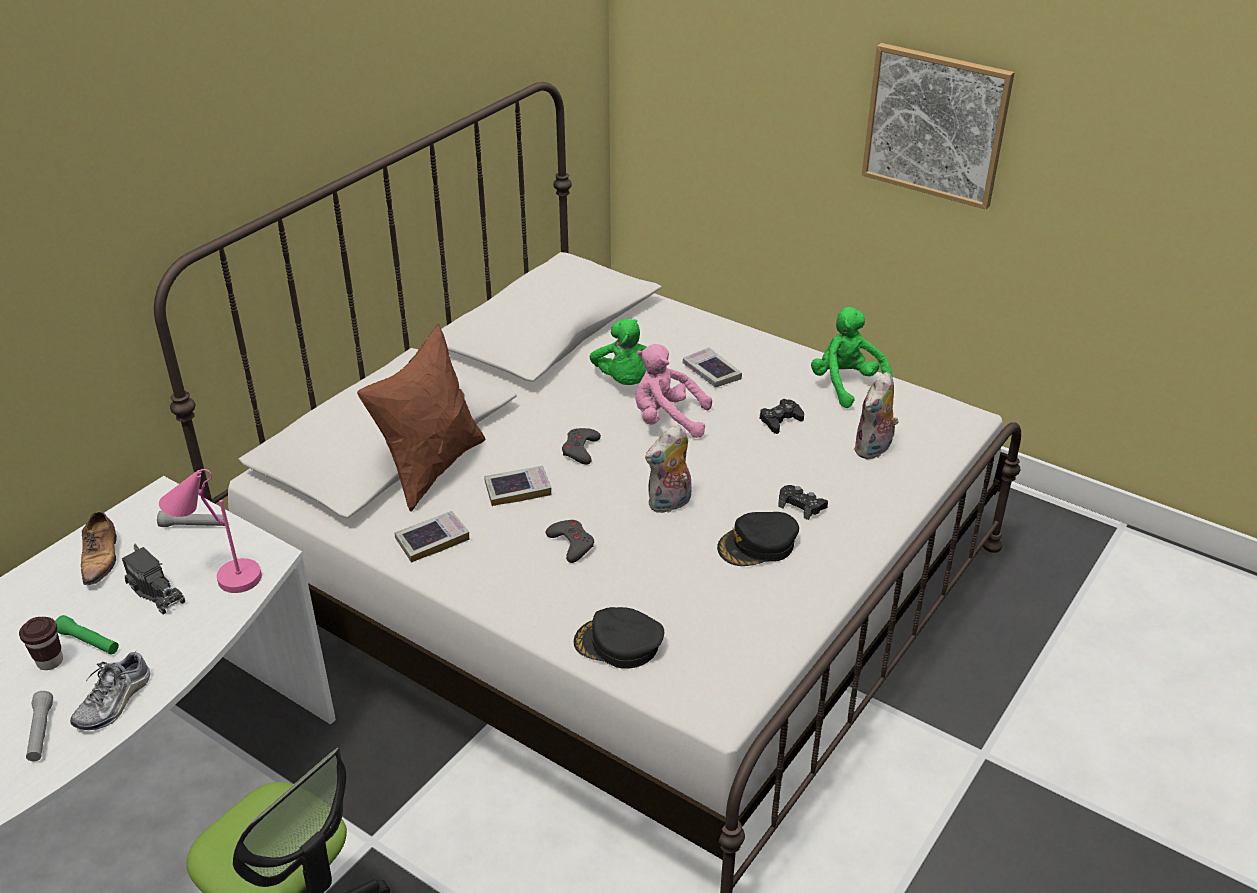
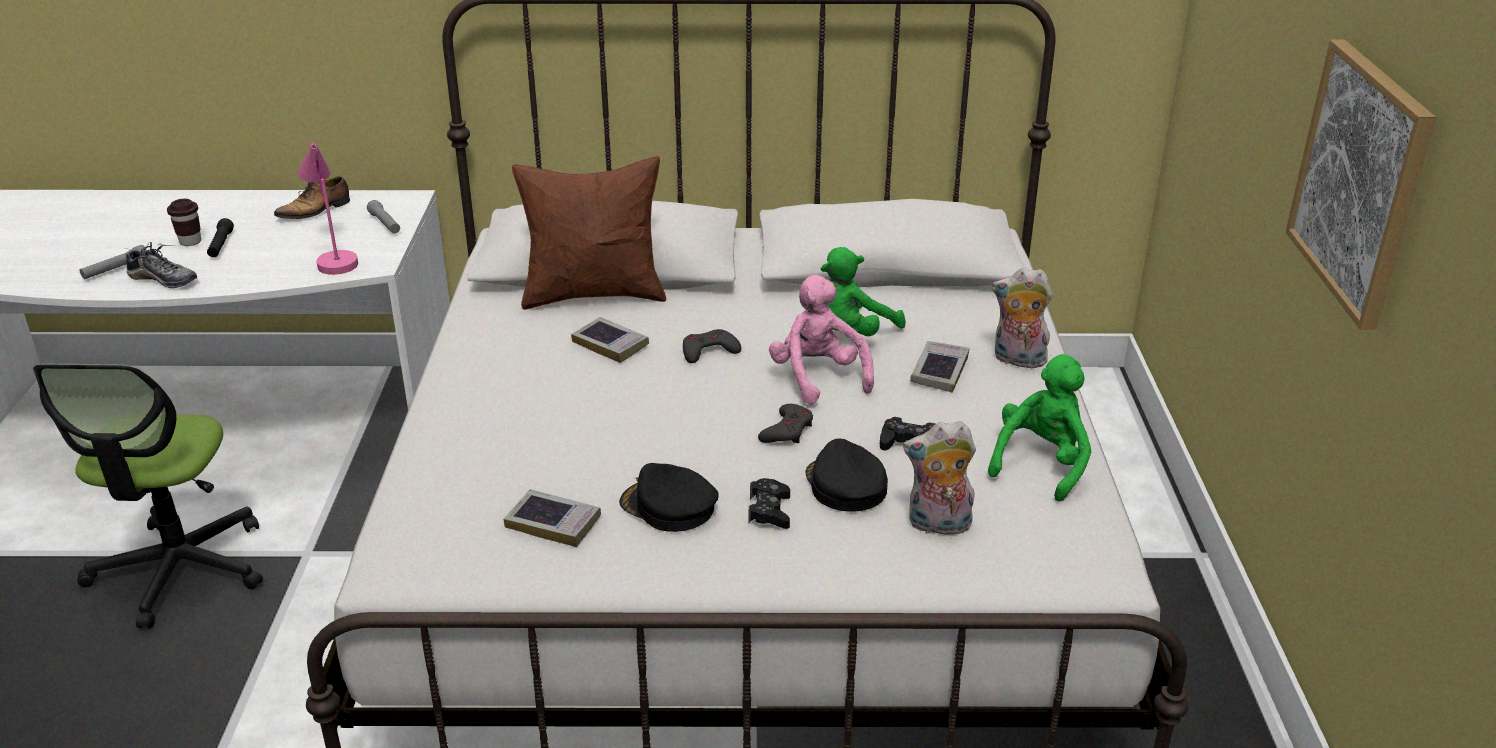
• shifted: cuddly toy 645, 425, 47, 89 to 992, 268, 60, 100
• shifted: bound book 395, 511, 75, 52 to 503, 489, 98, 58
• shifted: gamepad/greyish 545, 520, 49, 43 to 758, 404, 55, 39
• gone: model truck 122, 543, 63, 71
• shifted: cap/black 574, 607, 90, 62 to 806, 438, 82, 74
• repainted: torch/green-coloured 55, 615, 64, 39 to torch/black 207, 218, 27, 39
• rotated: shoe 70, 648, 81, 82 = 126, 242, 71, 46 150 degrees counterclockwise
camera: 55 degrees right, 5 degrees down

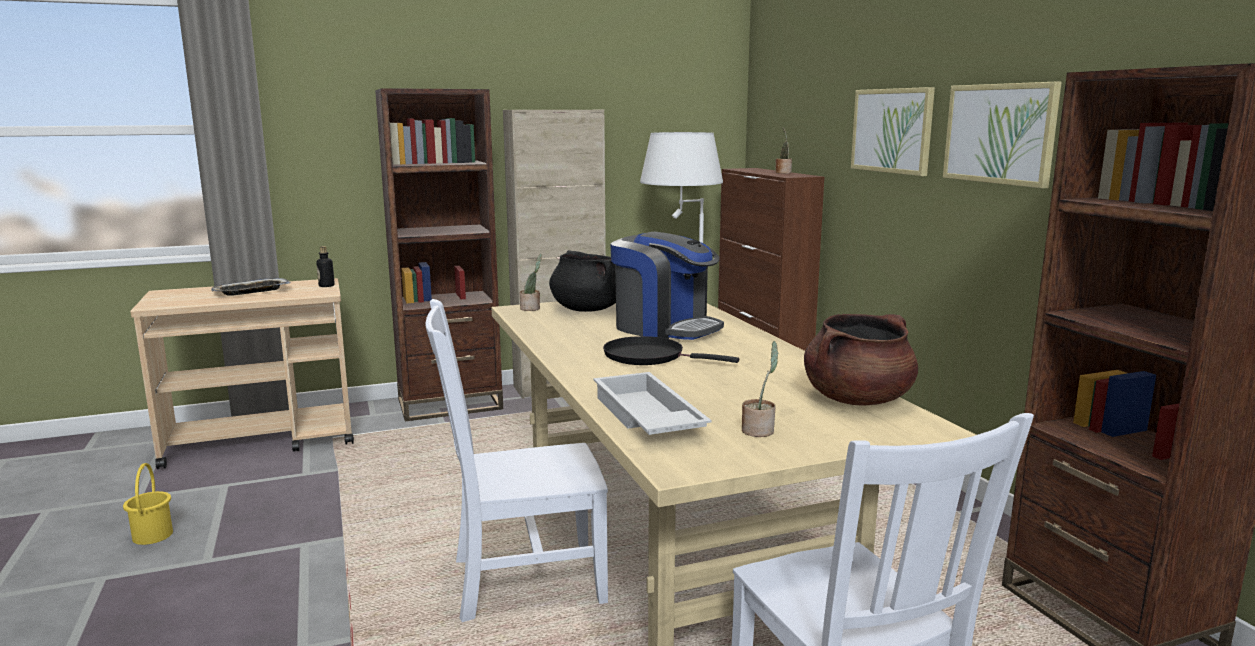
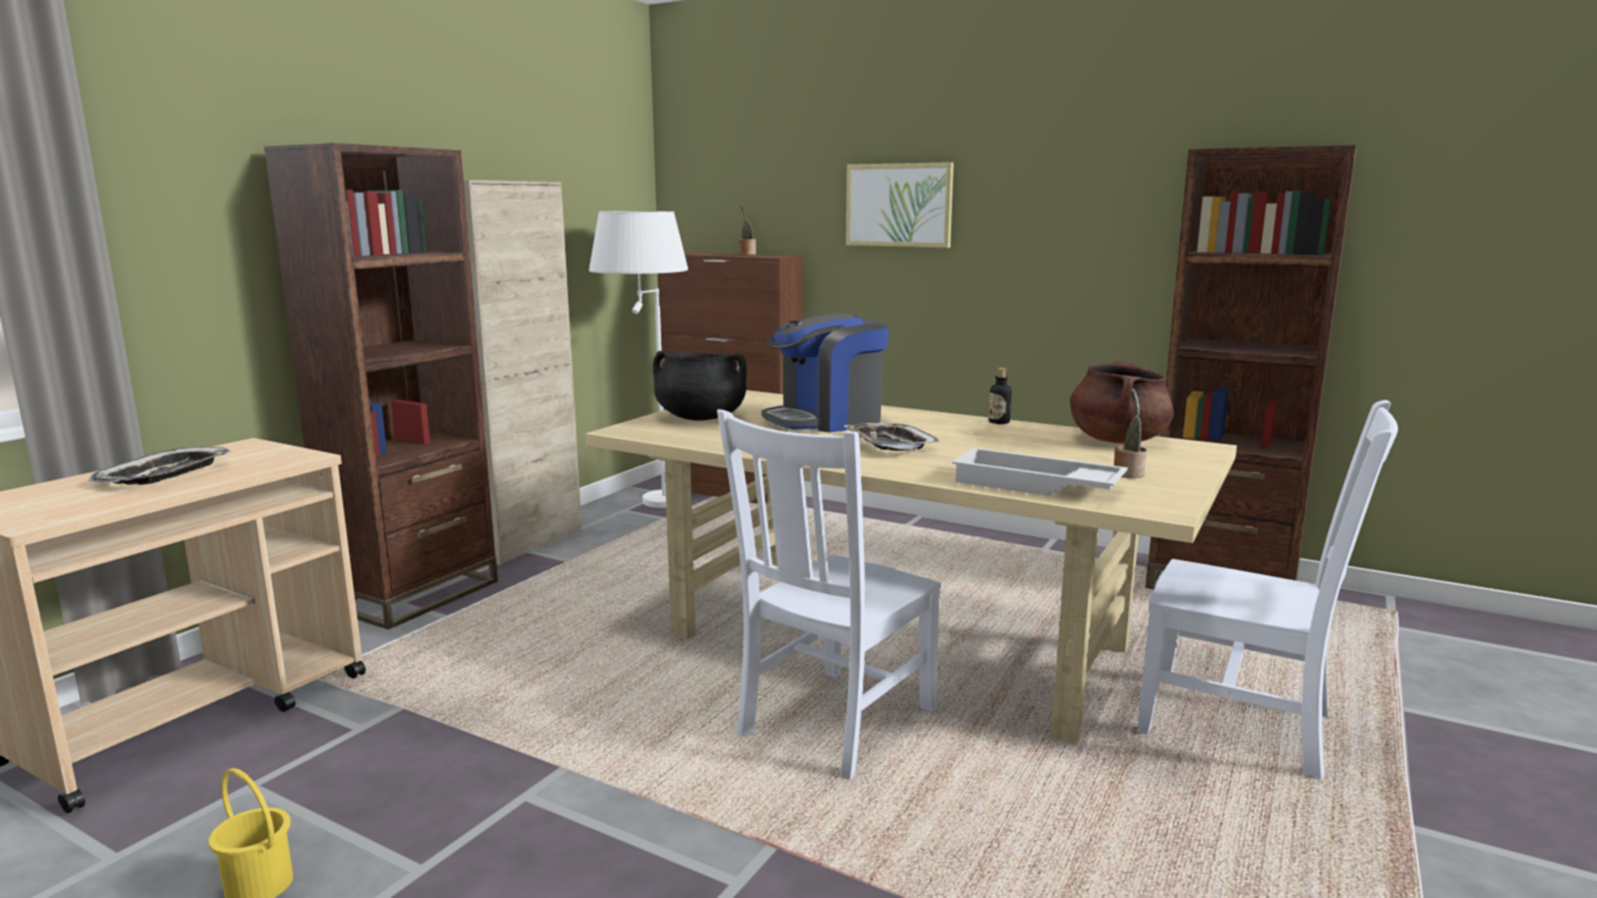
• gone: wall picture 943, 82, 119, 106
• rotated: coffee brewer 610, 232, 114, 108 = 762, 313, 126, 120 150 degrees clockwise
• shifted: bottle 316, 246, 19, 41 to 989, 368, 23, 56
• gone: potted plant 520, 254, 22, 57
• swapped: frying pan/black 603, 336, 136, 29 to carrying tray 844, 423, 96, 28
camera: 40 degrees left, 0 degrees up

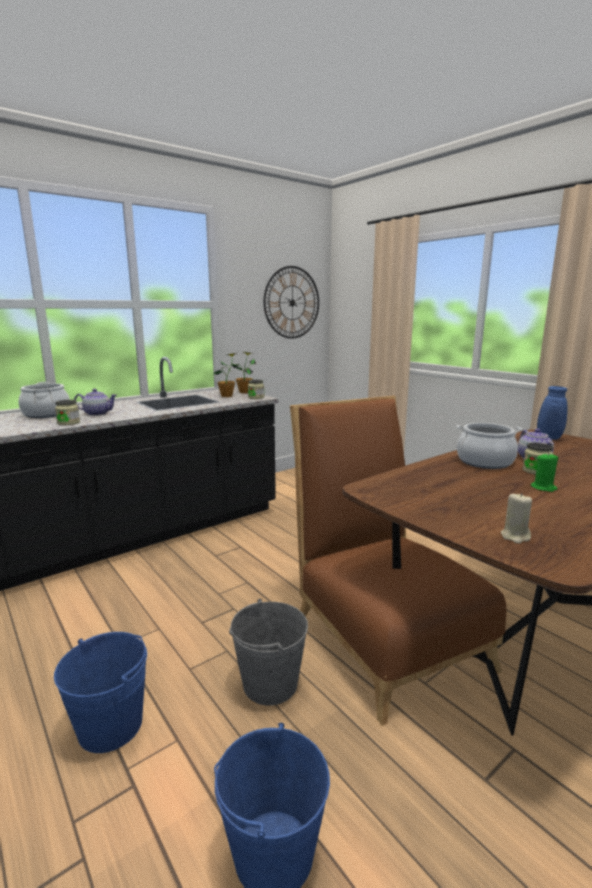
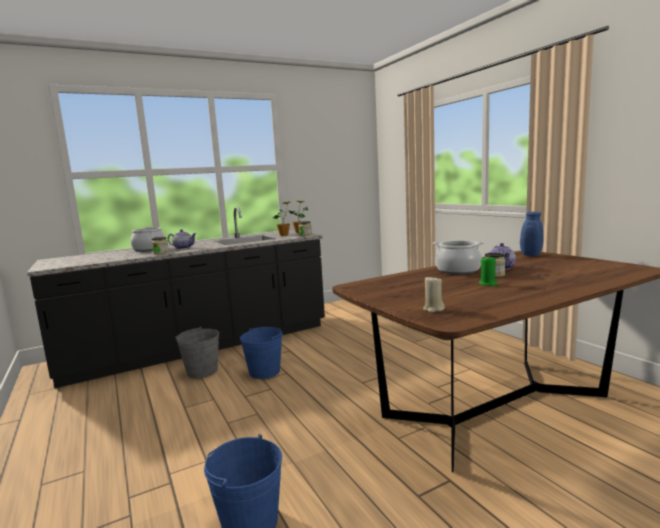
• gone: hanging clock 263, 266, 56, 73
• gone: upright chair/brownish 290, 396, 216, 330
• shifted: pail/greyish 229, 599, 79, 107 to 175, 327, 44, 51
• shifted: pail/blue-coloured 54, 632, 93, 121 to 240, 327, 43, 52
camera: 10 degrees right, 5 degrees down

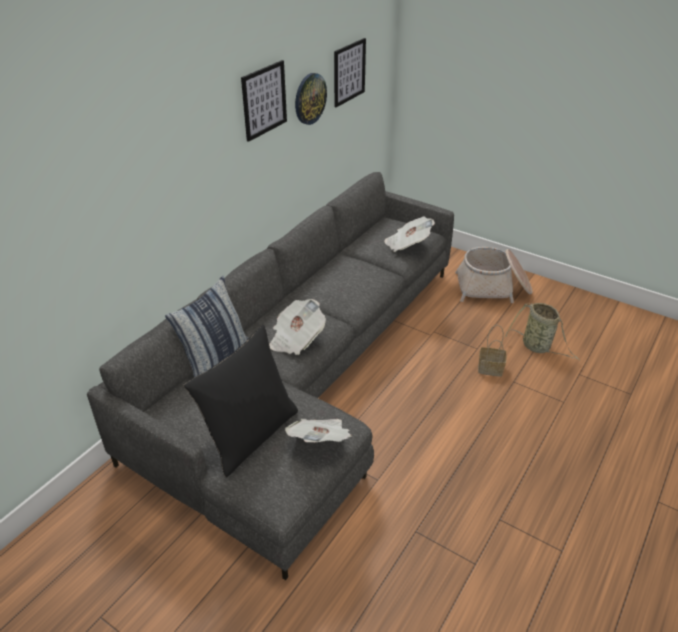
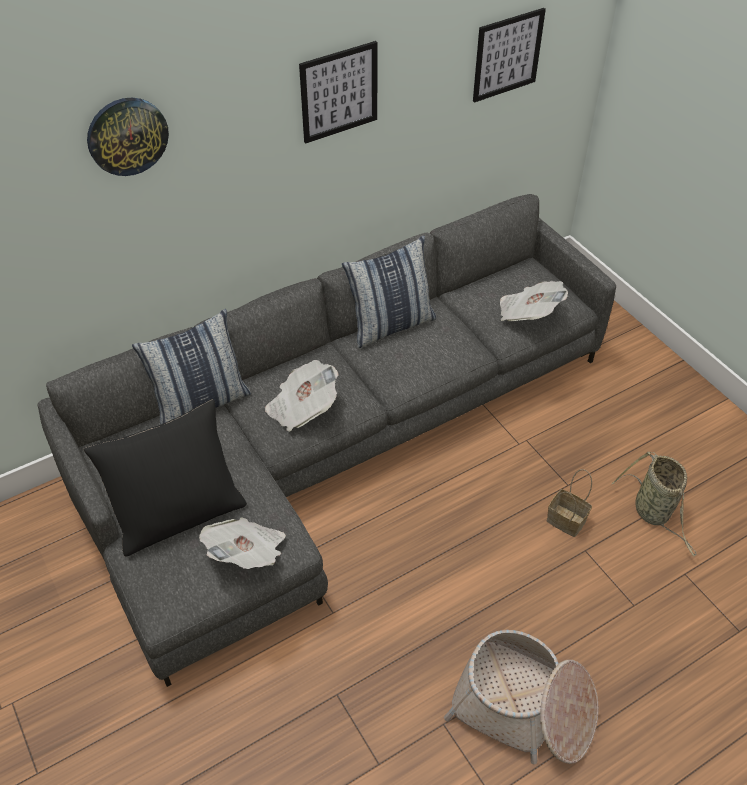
• shifted: hanging clock 295, 73, 32, 52 to 87, 98, 82, 78
• shifted: basket 455, 247, 77, 56 to 444, 630, 154, 134
• new: pillow 342, 236, 94, 112
camera: 25 degrees right, 10 degrees up

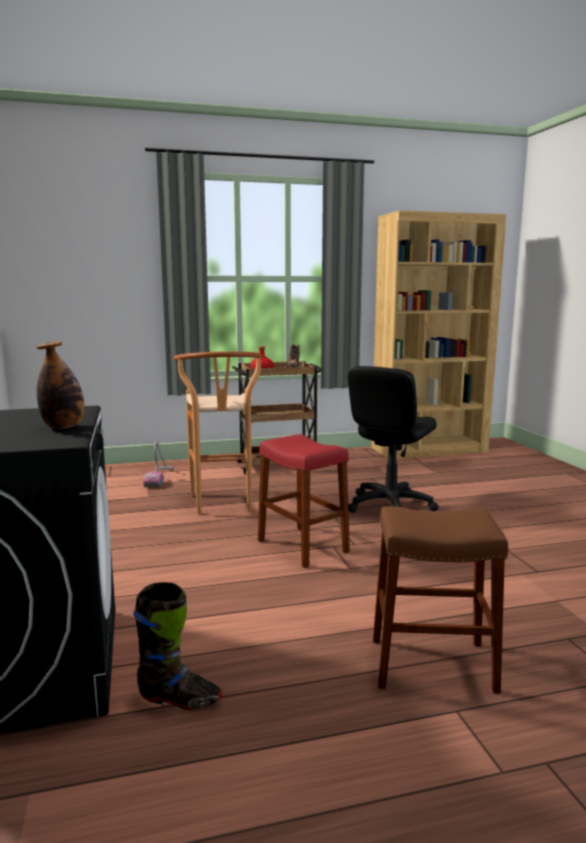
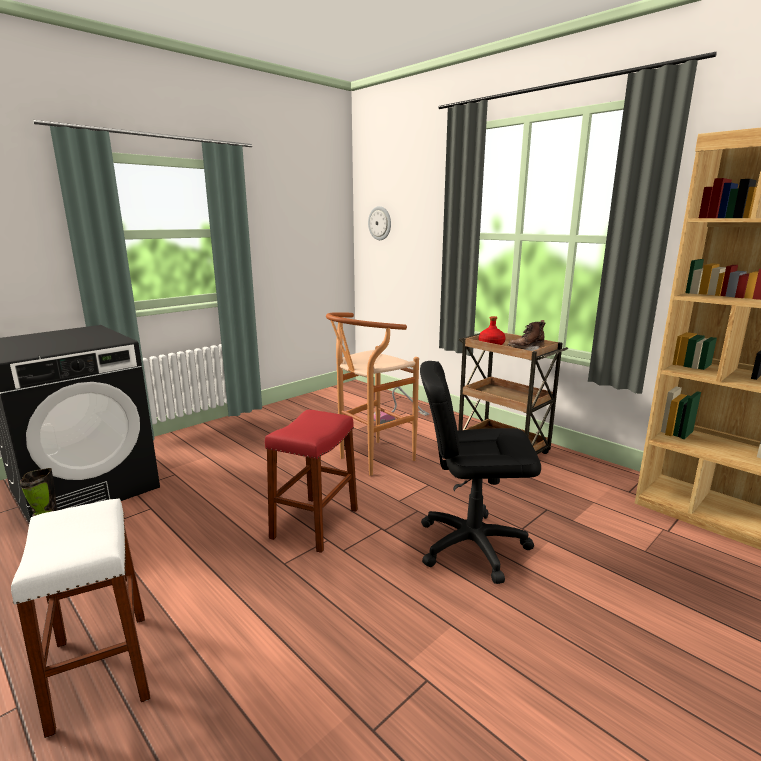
• gone: bottle 36, 341, 49, 88
• repainted: stool/brownish 373, 507, 135, 187 to stool/whitish 11, 499, 139, 239
• new: hanging clock 368, 206, 23, 34
camera: 60 degrees right, 5 degrees up

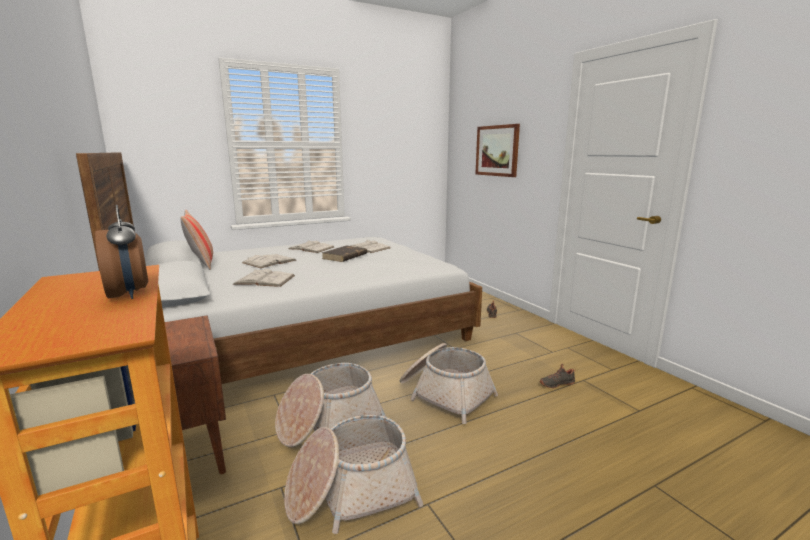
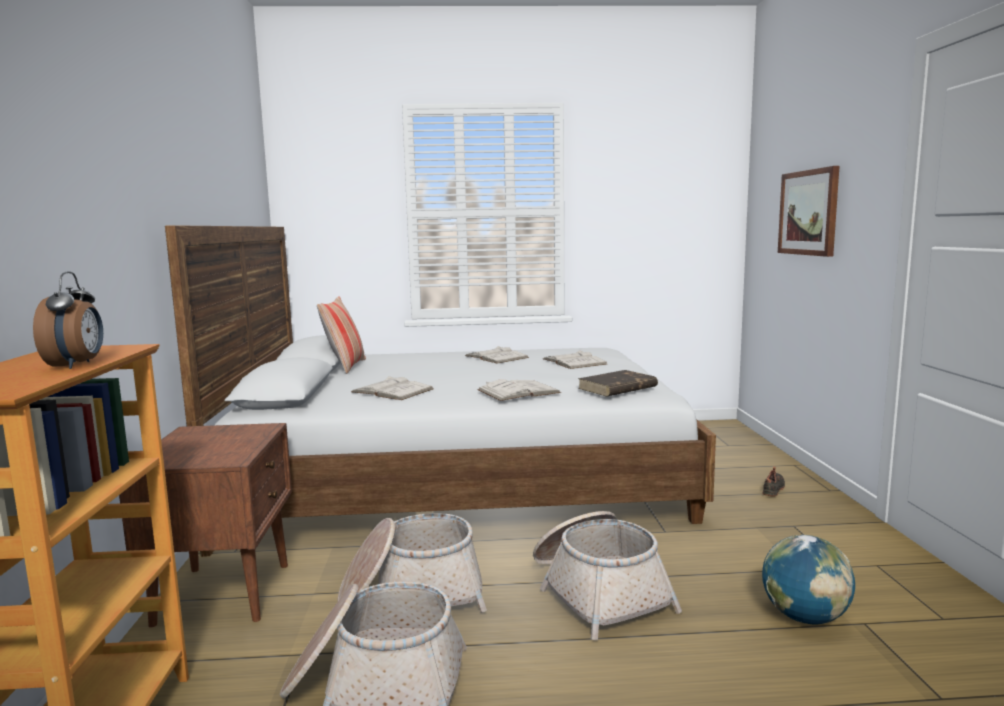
• shifted: bound book/brownish 322, 246, 46, 16 to 578, 370, 80, 26
• shifted: bound book/whitish 243, 254, 53, 14 to 477, 379, 84, 22
• swapped: shoe/black 540, 364, 36, 24 to globe 762, 535, 93, 89
camera: 25 degrees right, 5 degrees down

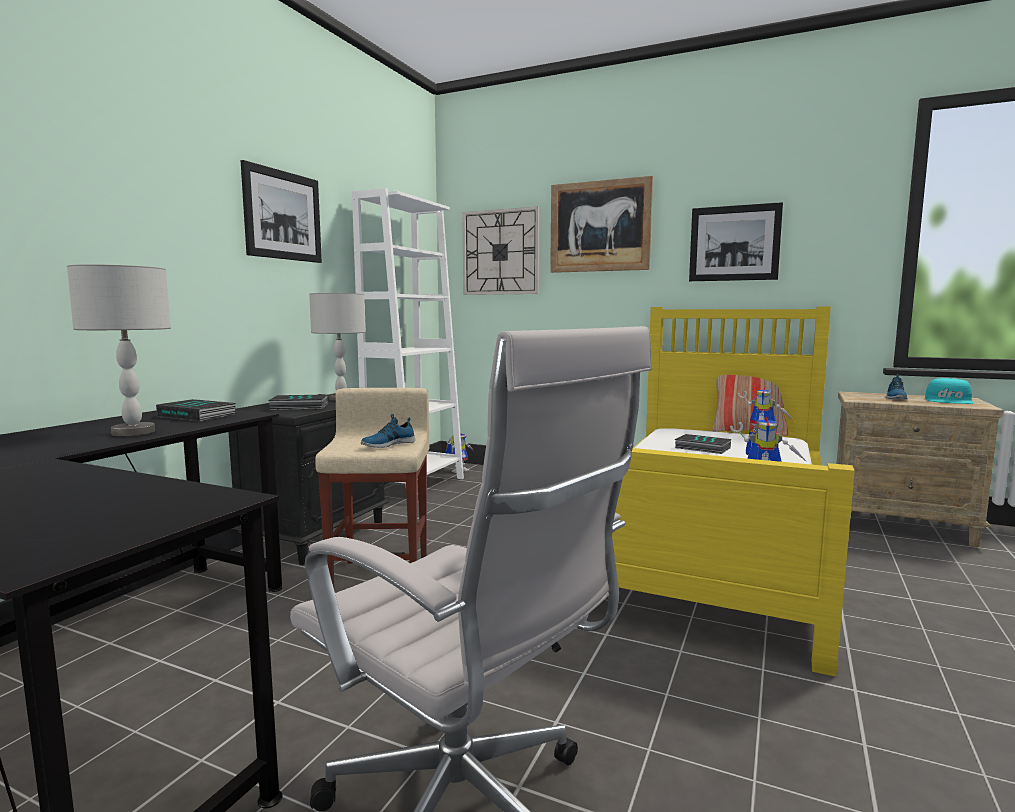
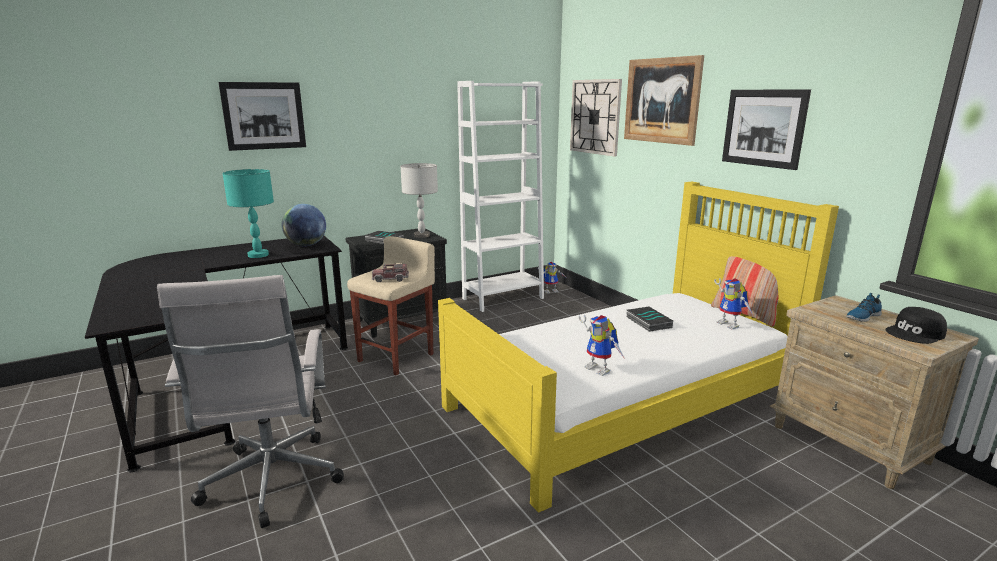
• shifted: wall picture 241, 160, 81, 103 to 218, 82, 88, 69
• repainted: lamp for a table/greyish 67, 264, 104, 172 to lamp for a table/turquoise 222, 169, 52, 89
• repainted: cap/turquoise 925, 378, 48, 26 to cap/black 886, 307, 61, 37
• swapped: bound book 156, 399, 80, 22 to globe 282, 204, 44, 42
• swapped: shoe 361, 414, 54, 34 to model truck 372, 263, 37, 19
camera: 35 degrees right, 10 degrees up

